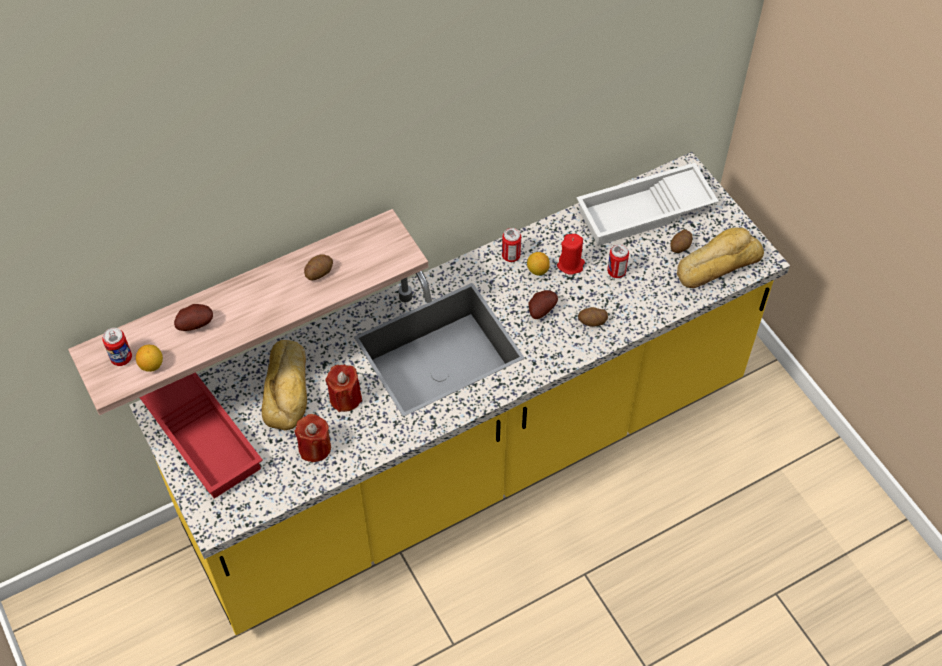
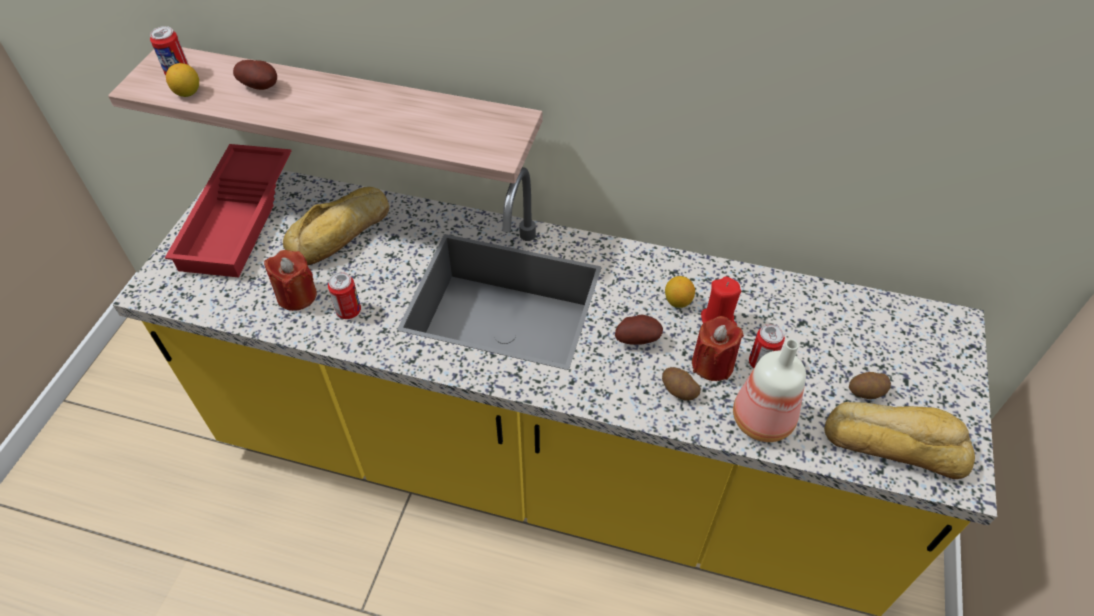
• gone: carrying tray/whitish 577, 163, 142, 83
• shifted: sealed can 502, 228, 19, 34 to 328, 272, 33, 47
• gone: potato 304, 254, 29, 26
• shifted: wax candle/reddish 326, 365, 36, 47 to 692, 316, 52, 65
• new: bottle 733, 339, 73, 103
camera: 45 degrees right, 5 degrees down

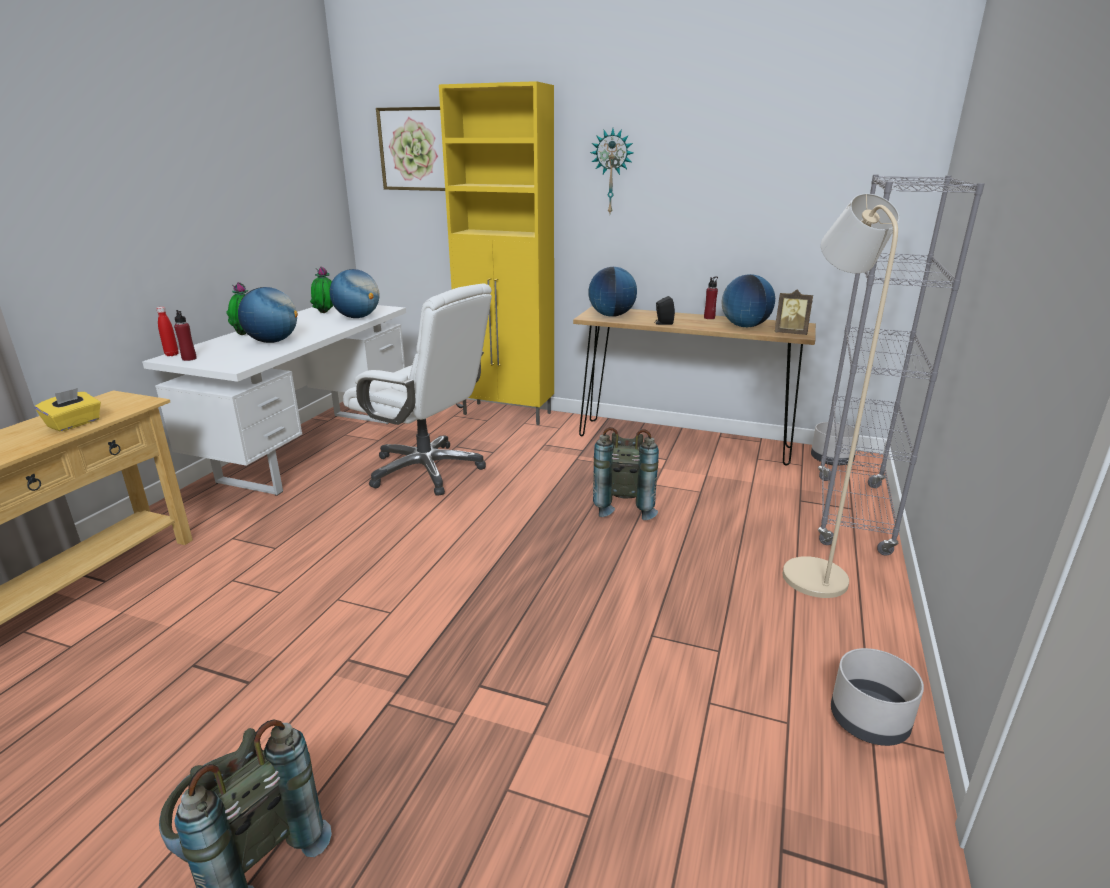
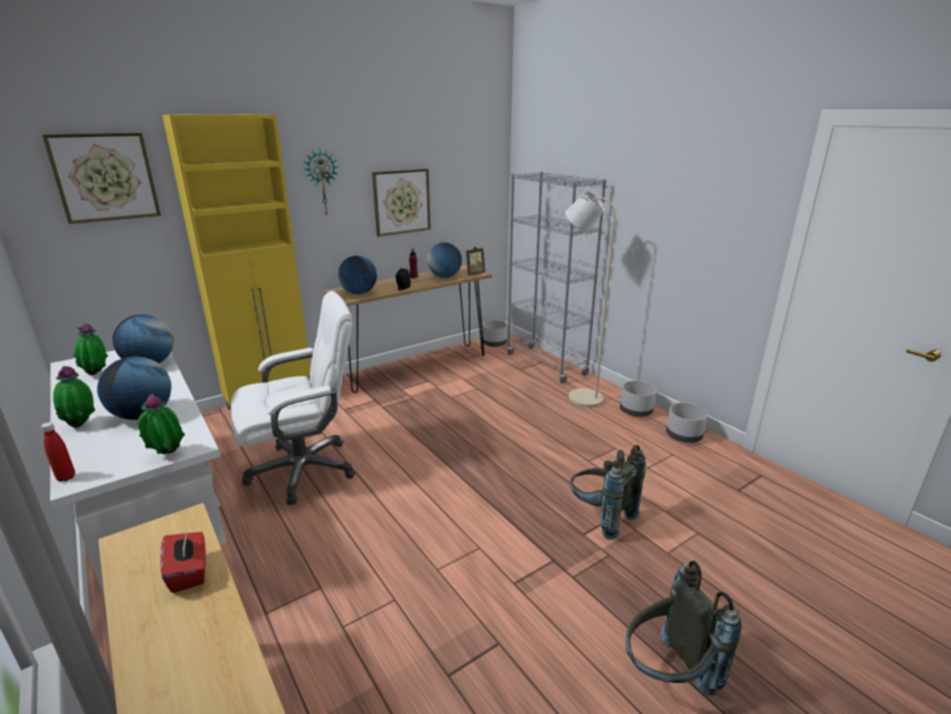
• gone: bottle/reddish 174, 310, 23, 51
• repainted: tissue box/yellow-coloured 35, 388, 66, 44 to tissue box/reddish 161, 532, 45, 61
• shifted: knapsack/greyish 593, 427, 66, 93 to 570, 445, 76, 95
• new: wall picture 372, 169, 59, 68
• new: planter/greyish 620, 381, 36, 36
• new: potted plant 138, 394, 47, 60
camera: 55 degrees left, 0 degrees up

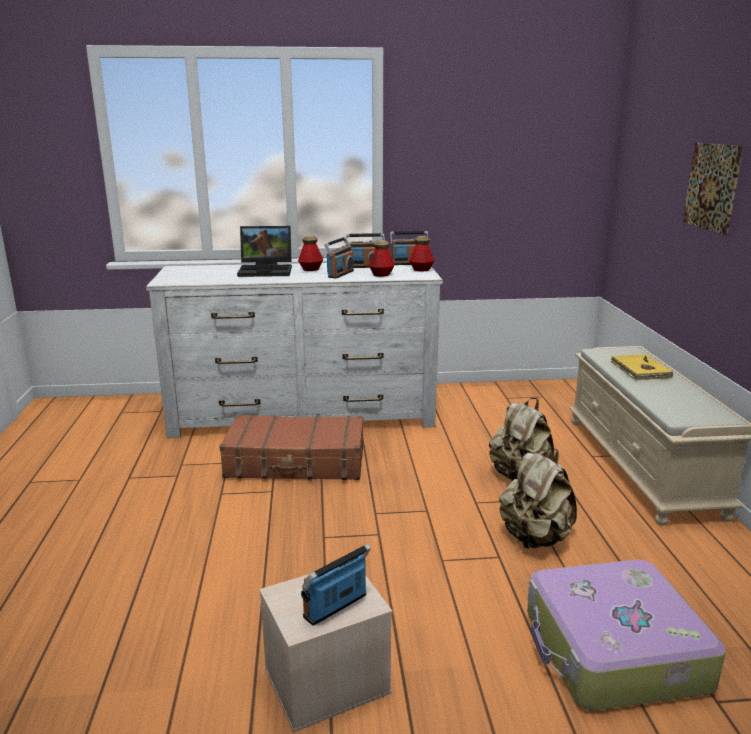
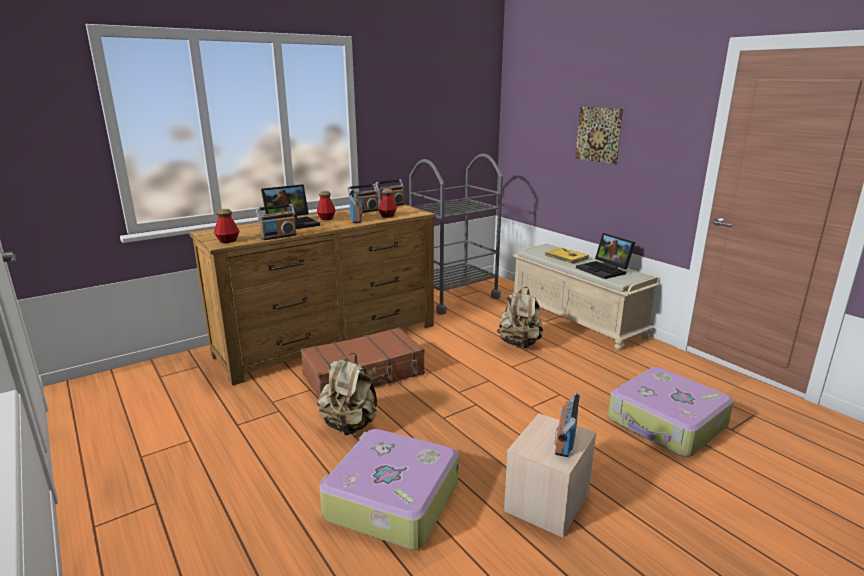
• shifted: bottle 409, 236, 25, 36 to 214, 209, 26, 34
• repainted: dresser/whitish 146, 263, 297, 175 to dresser/brownish 189, 204, 247, 182
• shifted: knapsack/beige-coloured 499, 448, 78, 101 to 317, 353, 60, 82
• new: trolley/greyish 409, 154, 94, 161
• new: radio set 256, 204, 41, 36
• new: portable computer 576, 233, 59, 46
• new: travel case 320, 429, 139, 121
camera: 30 degrees left, 0 degrees up

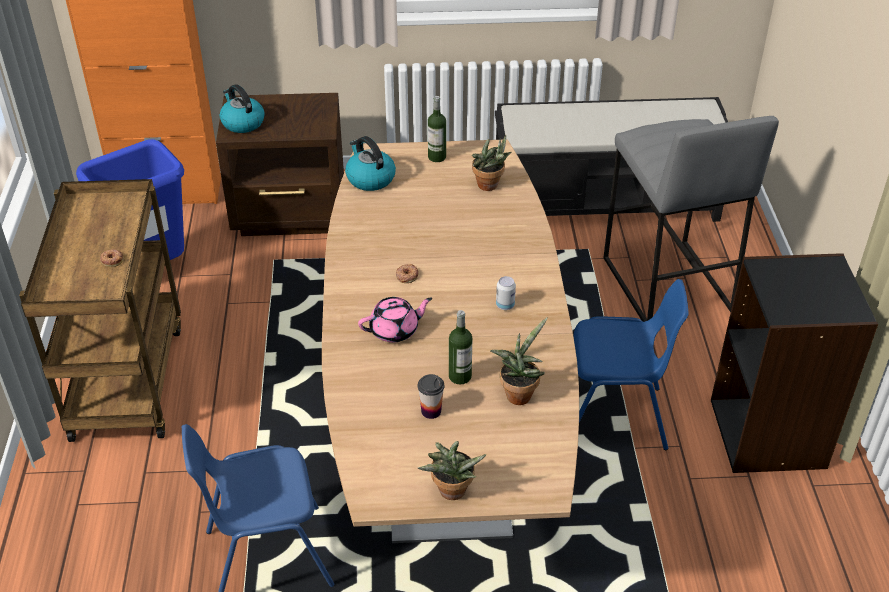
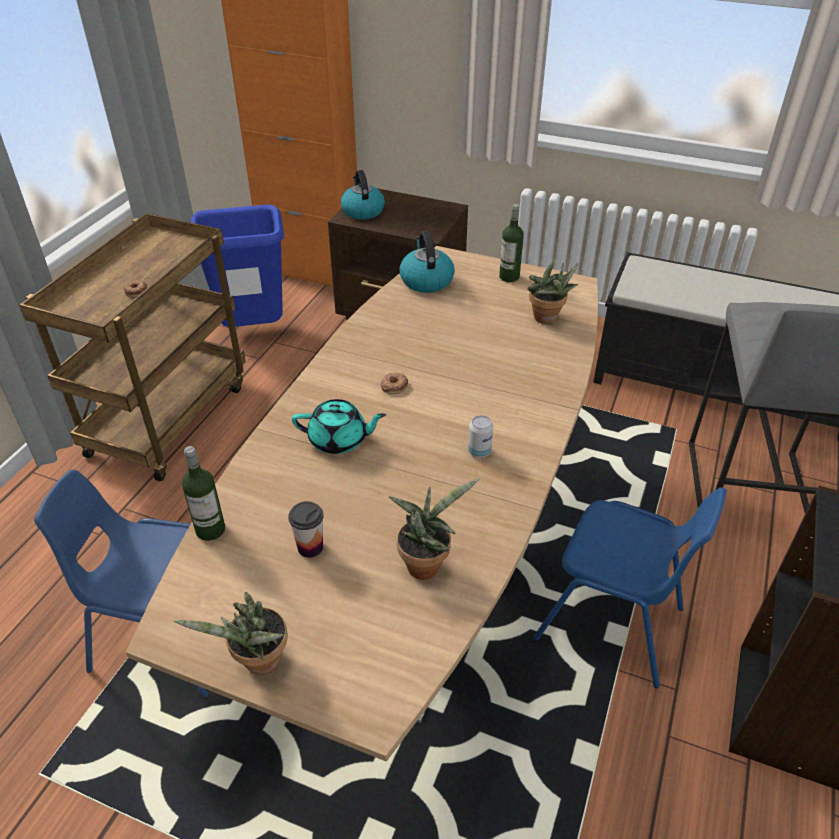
• repainted: teapot/pink-coloured 358, 297, 74, 45 to teapot/turquoise 292, 399, 94, 55
• shifted: bottle 449, 310, 23, 75 to 182, 446, 43, 95
camera: 25 degrees right, 0 degrees up

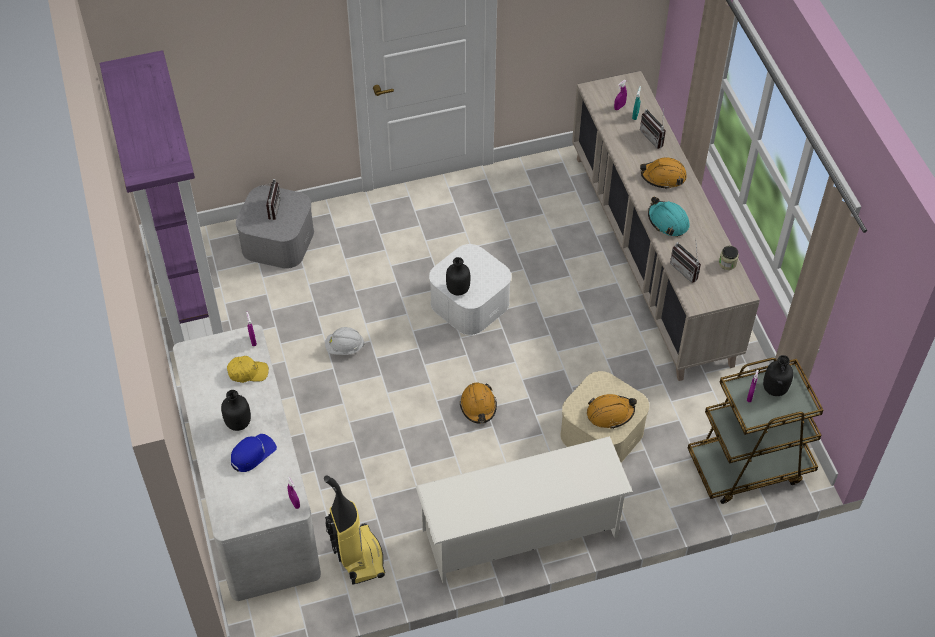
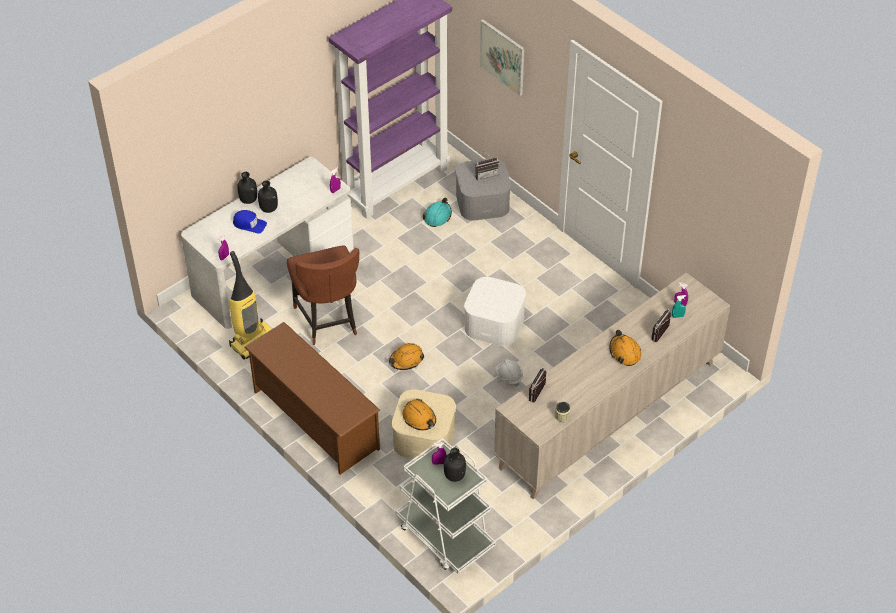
• shifted: hard hat/turquoise 648, 197, 42, 40 to 423, 198, 29, 29
• shifted: bottle/black 446, 257, 24, 39 to 237, 172, 20, 32
• shifted: hard hat/whitish 325, 327, 39, 28 to 495, 359, 28, 28
• gone: cap/yellow-coloured 227, 356, 42, 27
• repainted: trolley/brownish 688, 358, 136, 146 to trolley/whitish 395, 438, 101, 136
• repainted: shoe rack/whitish 416, 436, 217, 148 to shoe rack/brownish 244, 322, 136, 153
• new: wall picture 480, 19, 45, 77
• new: upright chair/brownish 287, 245, 72, 100
camera: 65 degrees right, 5 degrees down

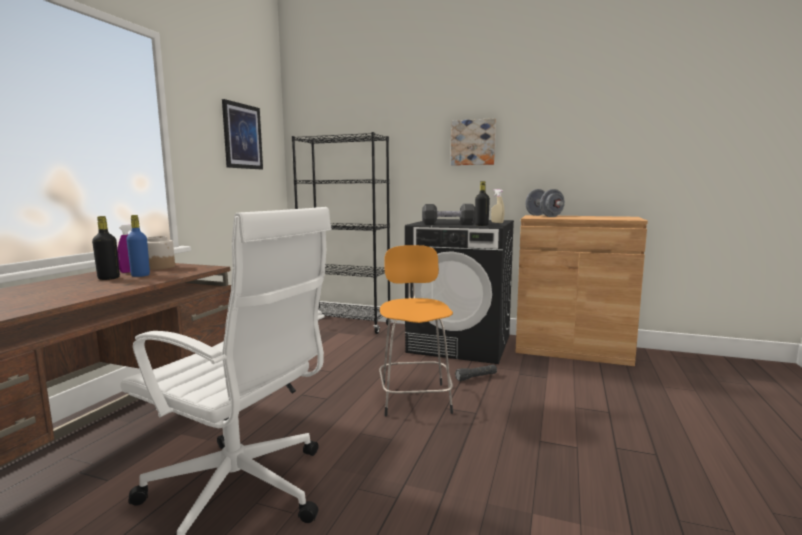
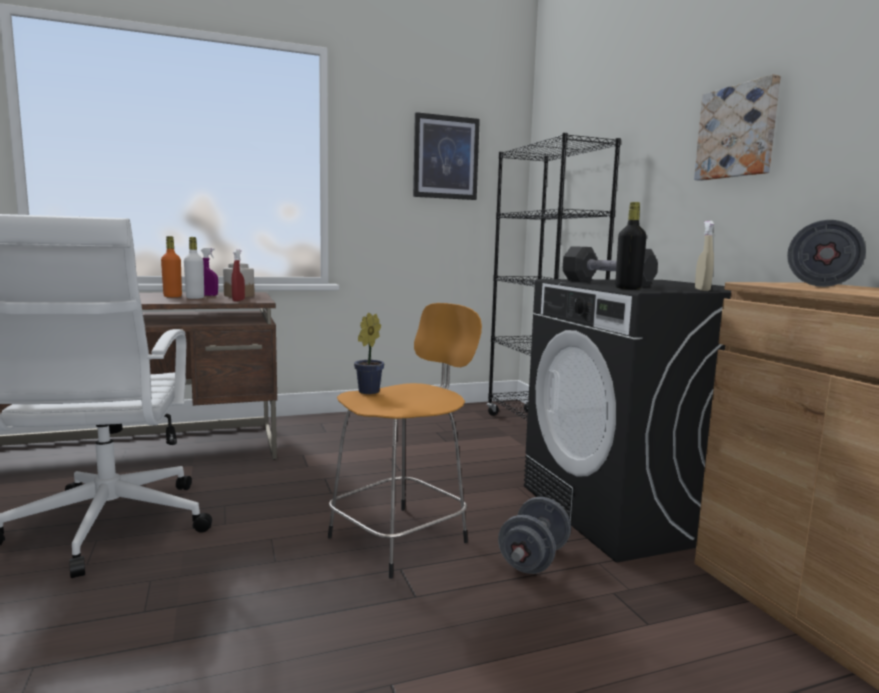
• repainted: bottle/blue-coloured 126, 215, 24, 62 to bottle/whitish 184, 237, 20, 62
• repainted: bottle/black 92, 216, 28, 64 to bottle/orange 161, 236, 21, 61
• swapped: torch/black 455, 365, 42, 16 to free weight/greyish 498, 497, 73, 77
• new: spray bottle/reddish 231, 250, 14, 51
• new: potted plant 354, 313, 30, 81
camera: 50 degrees right, 0 degrees up

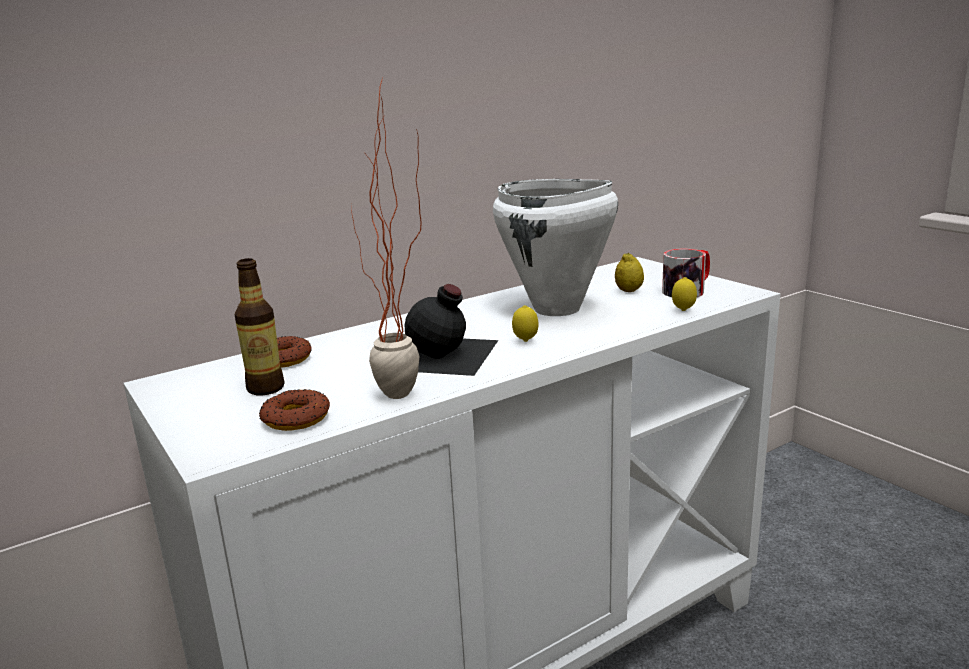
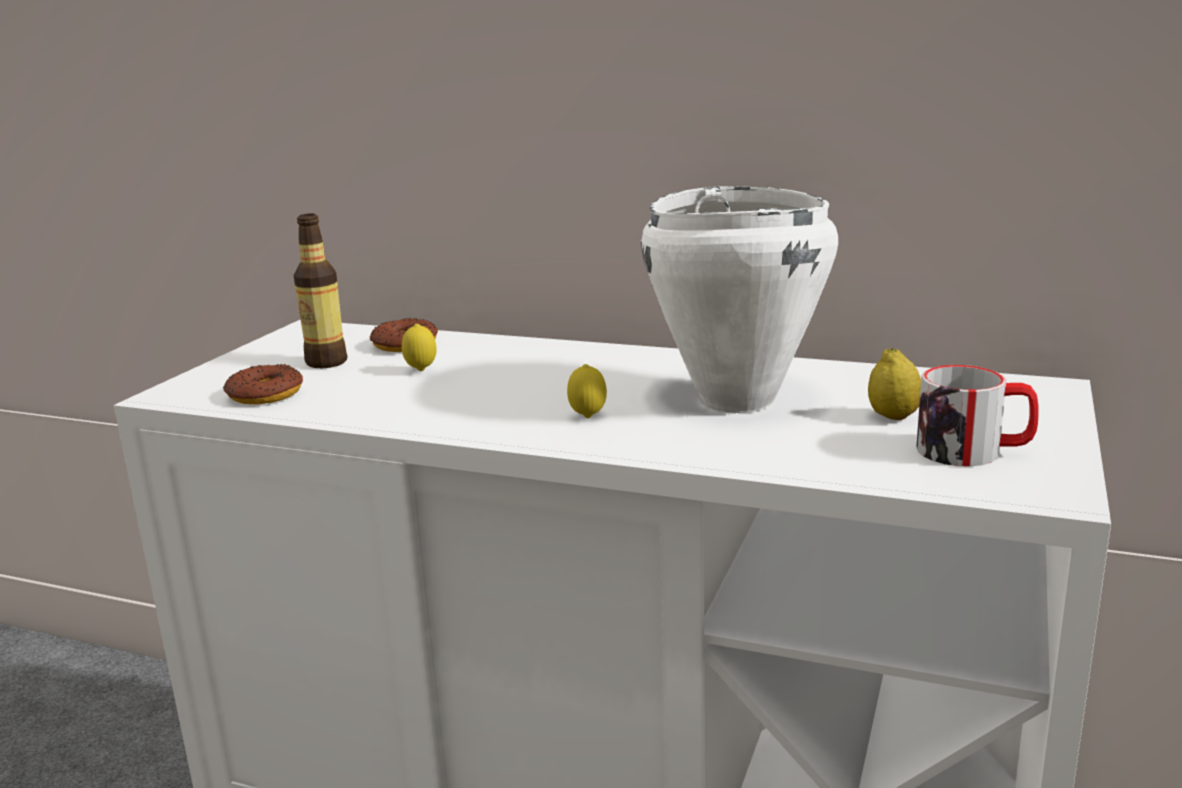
• gone: potted plant 351, 78, 71, 321
• shifted: whole lemon 672, 277, 25, 34 to 402, 324, 35, 47
• gone: bottle/black 404, 284, 95, 92
camera: 55 degrees right, 0 degrees up

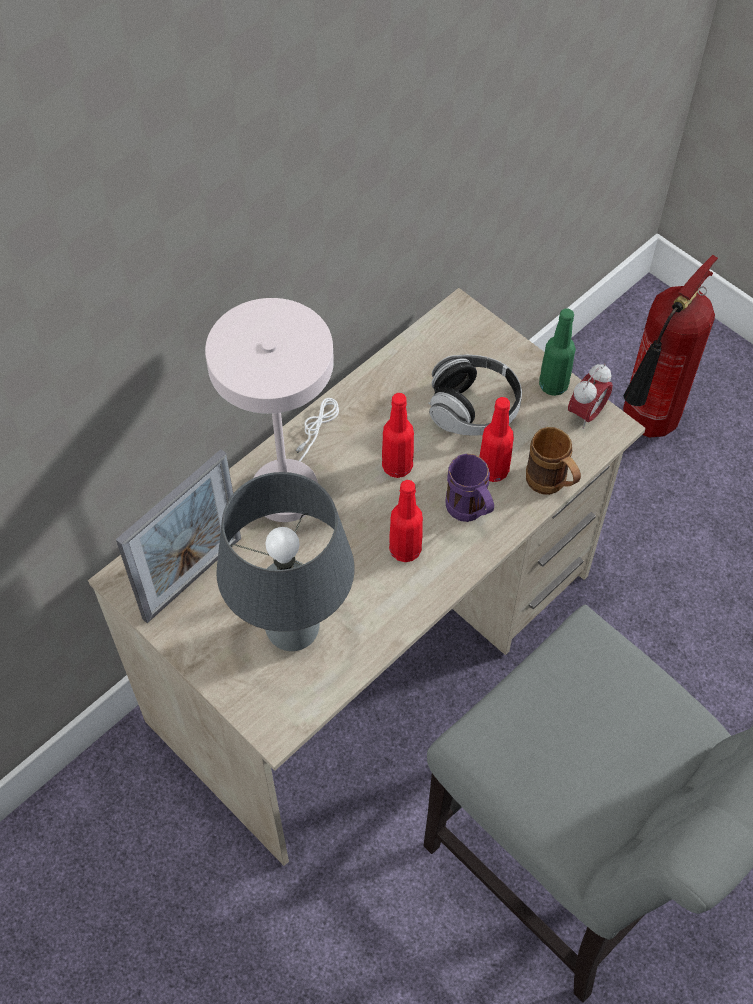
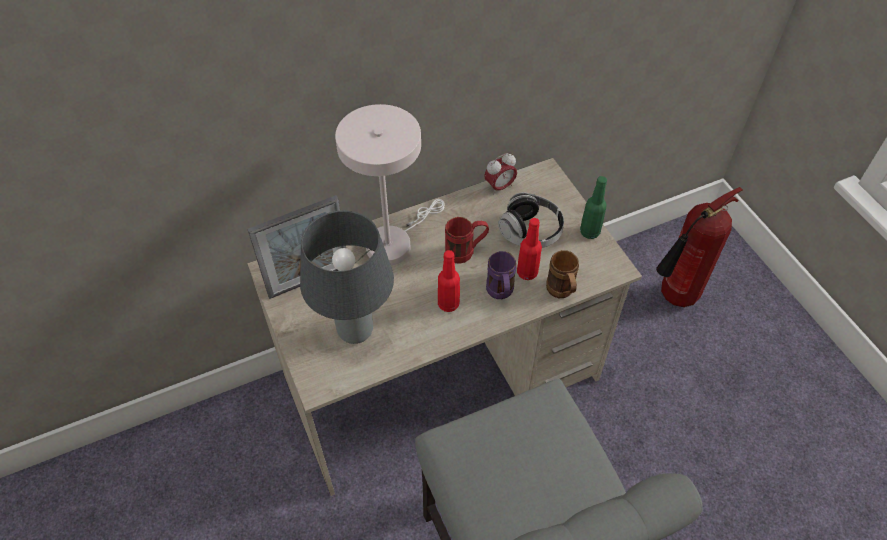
• shifted: bedside clock 568, 364, 45, 65 to 484, 153, 33, 42
• swapped: bottle/reddish 382, 393, 32, 85 to tea mug/reddish 445, 217, 44, 47
camera: 20 degrees right, 5 degrees down

